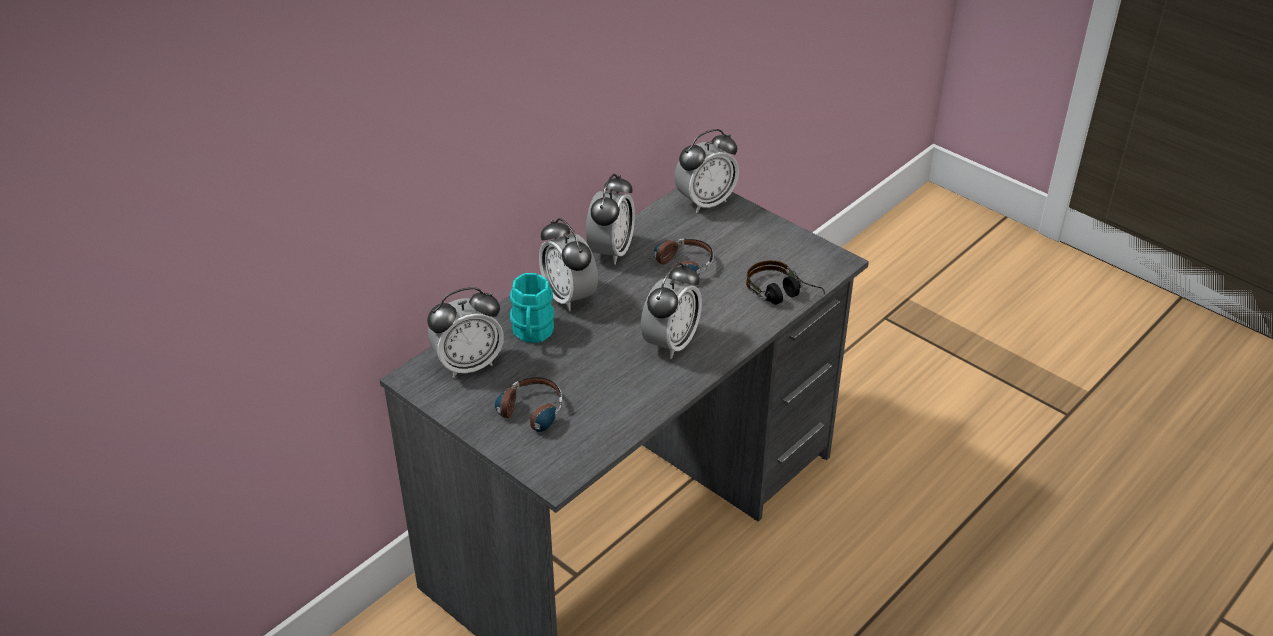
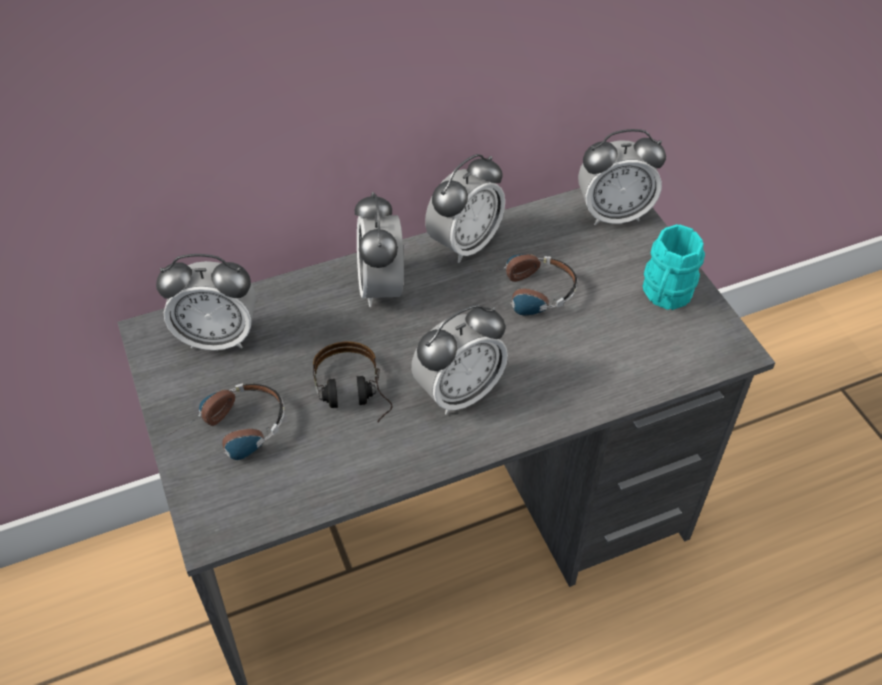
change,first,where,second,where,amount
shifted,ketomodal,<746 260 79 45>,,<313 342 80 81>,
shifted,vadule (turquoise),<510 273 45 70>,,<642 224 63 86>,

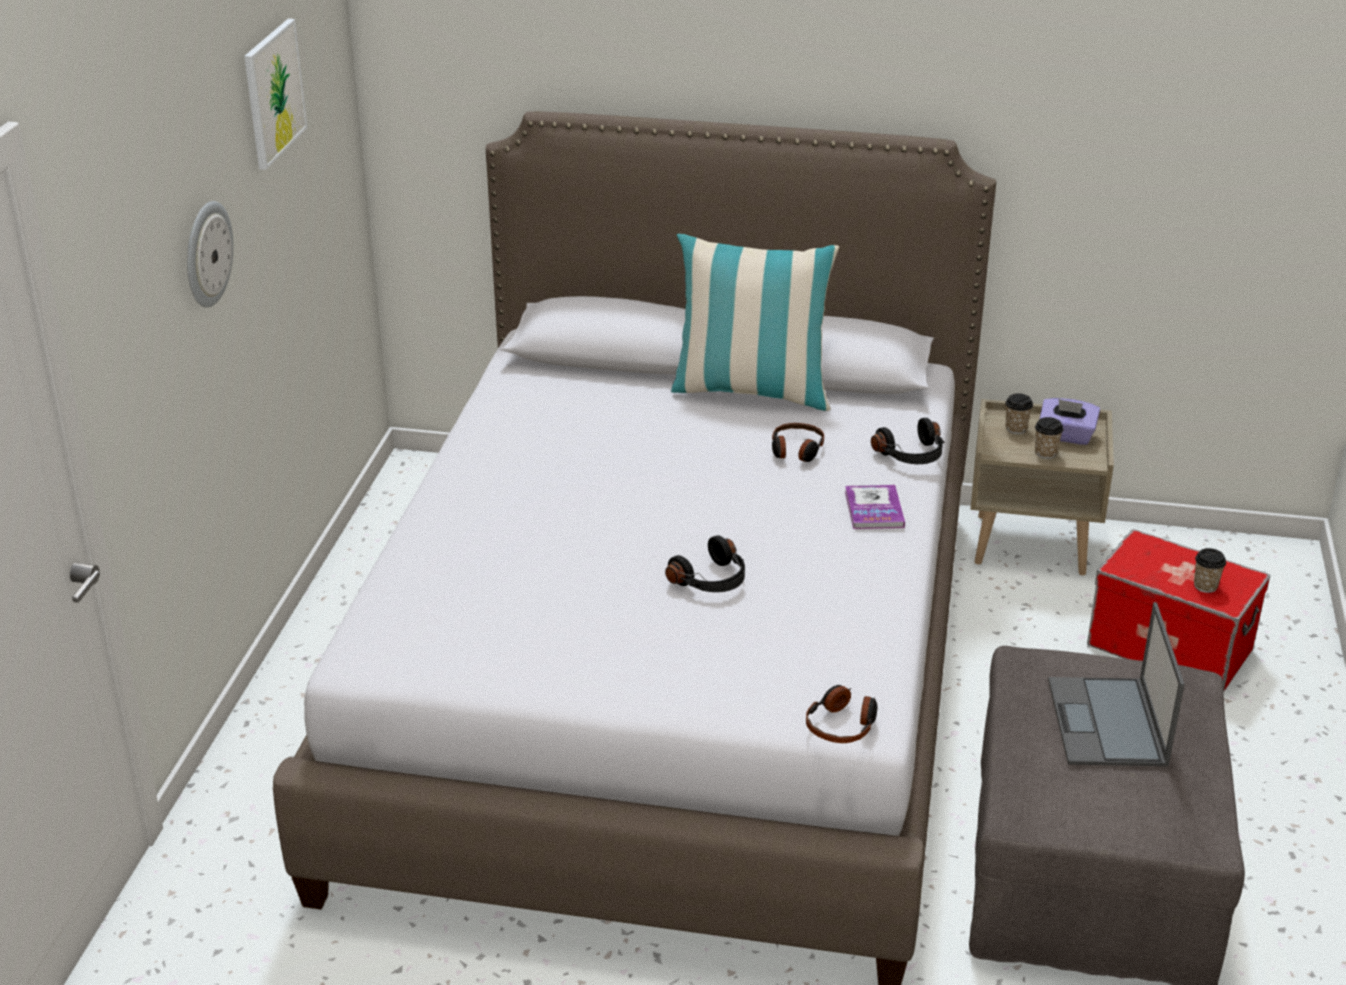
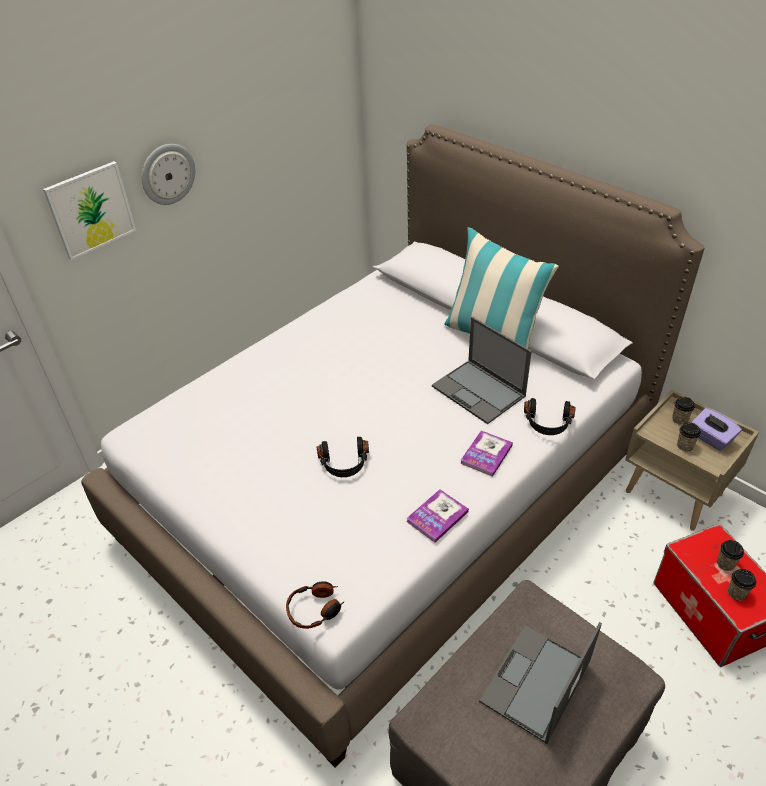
change,first,where,second,where,amount
shifted,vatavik,<244 19 64 151>,,<43 161 94 99>,
new,,,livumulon,<406 489 63 54>,
swapped,ketomodal,<772 423 52 39>,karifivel,<432 317 100 107>,
new,,,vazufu,<717 540 27 31>,

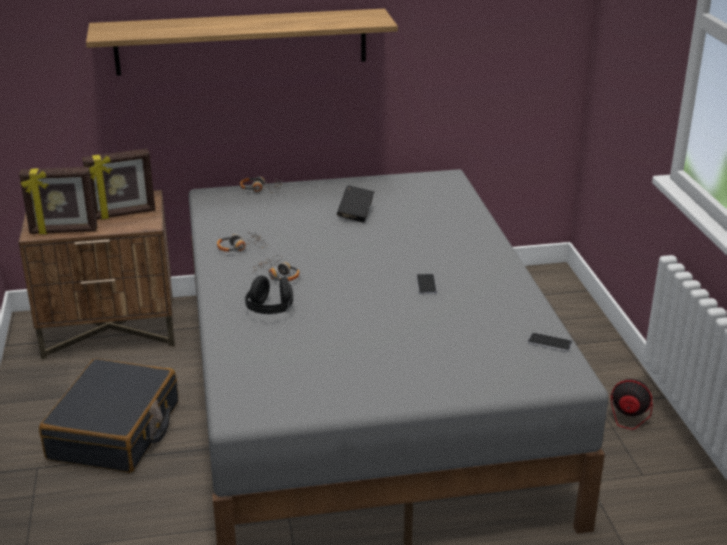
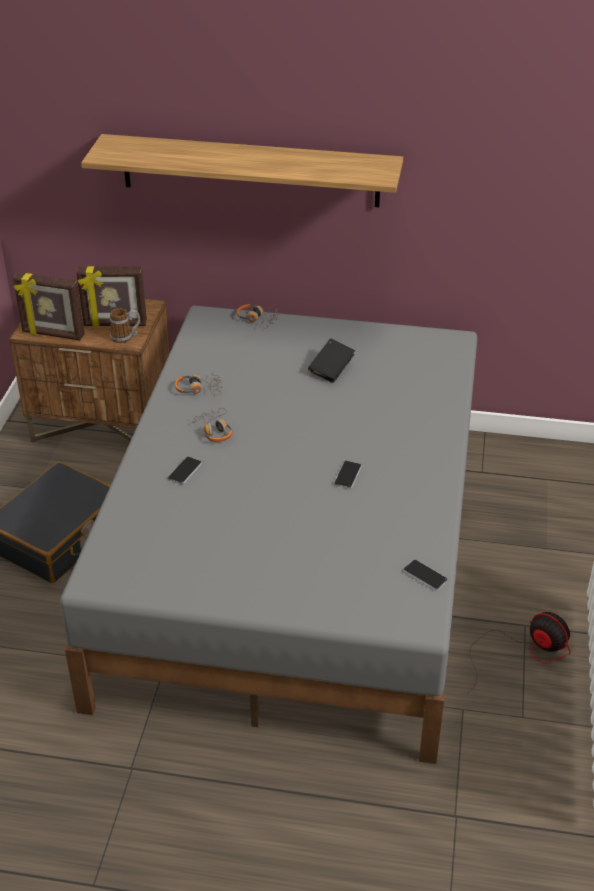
change,first,where,second,where,amount
new,,,vadule,<110 308 30 35>,
swapped,ketomodal (black),<245 275 48 39>,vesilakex,<167 457 35 27>,

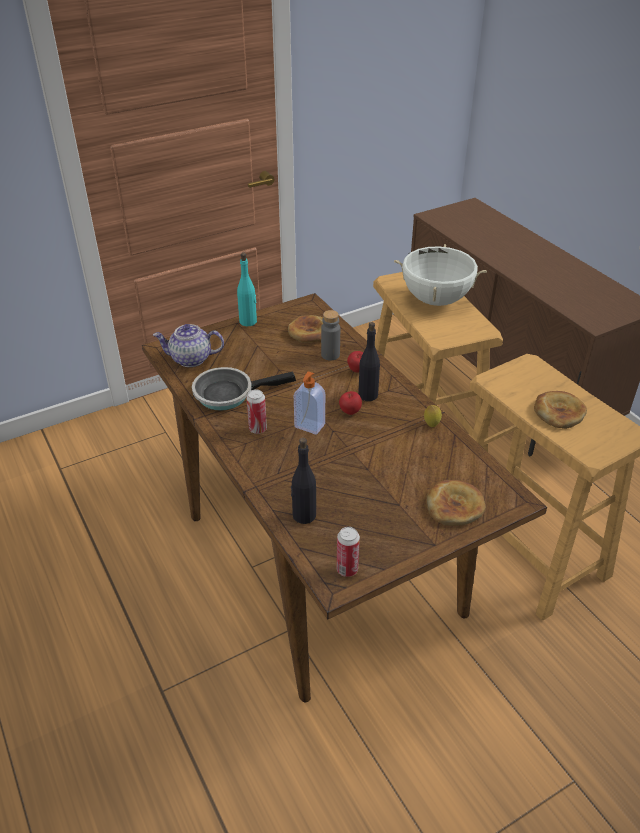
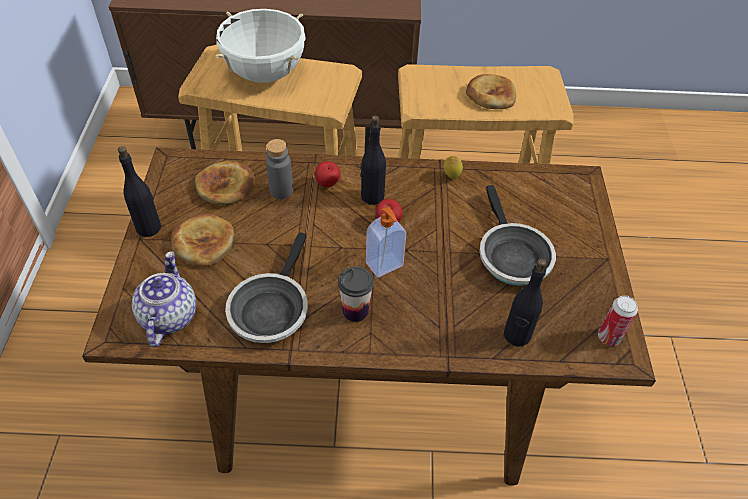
change,first,where,second,where,amount
repainted,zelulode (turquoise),<237 253 20 73>,zelulode (black),<118 146 43 91>,
rotated,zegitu,<153 324 71 43>,,<132 251 64 96>,150 degrees clockwise
shifted,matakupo,<426 480 60 46>,,<171 214 63 53>,
swapped,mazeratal,<247 389 20 45>,vazufu,<338 267 36 55>,
new,,,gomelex,<479 185 77 101>,

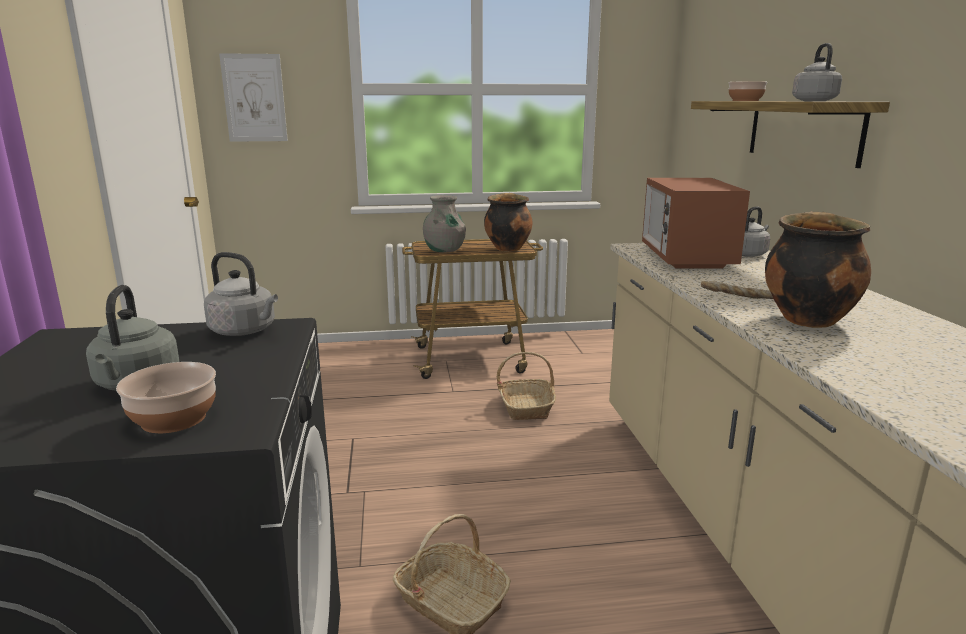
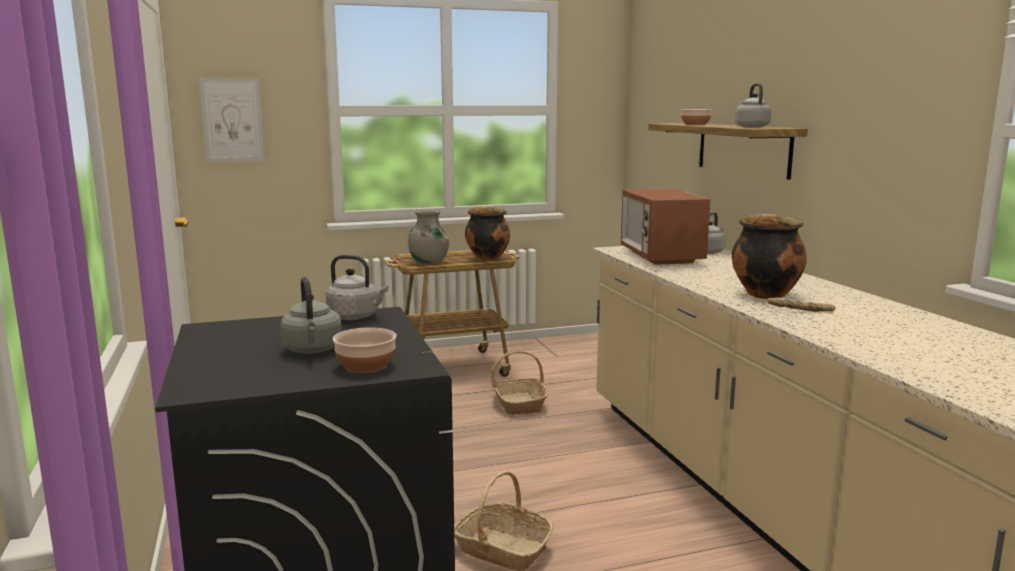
change,first,where,second,where,amount
shifted,matakupo,<701 281 72 18>,,<768 298 68 14>,

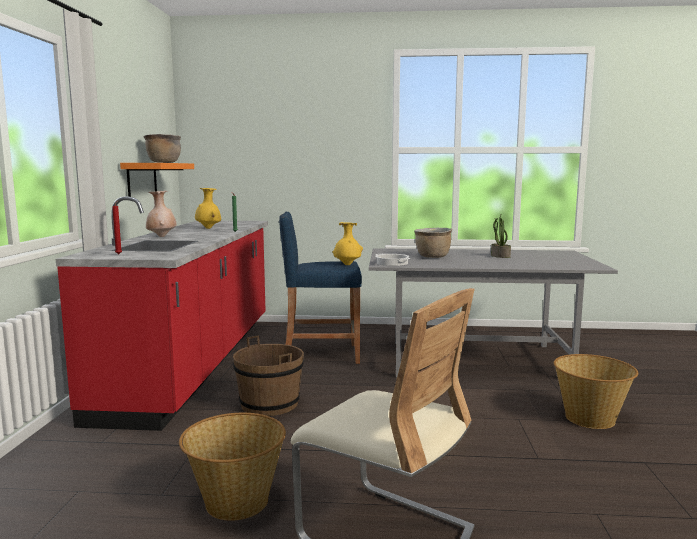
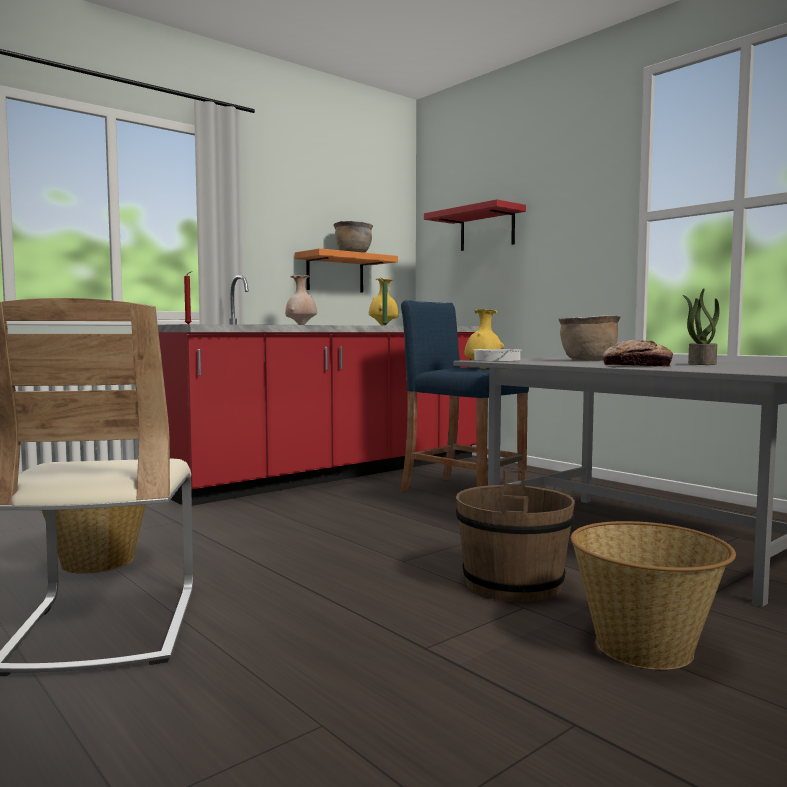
change,first,where,second,where,amount
new,,,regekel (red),<424 199 102 52>,
shifted,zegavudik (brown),<233 336 71 80>,,<456 470 119 132>,
new,,,matakupo,<603 340 70 27>,

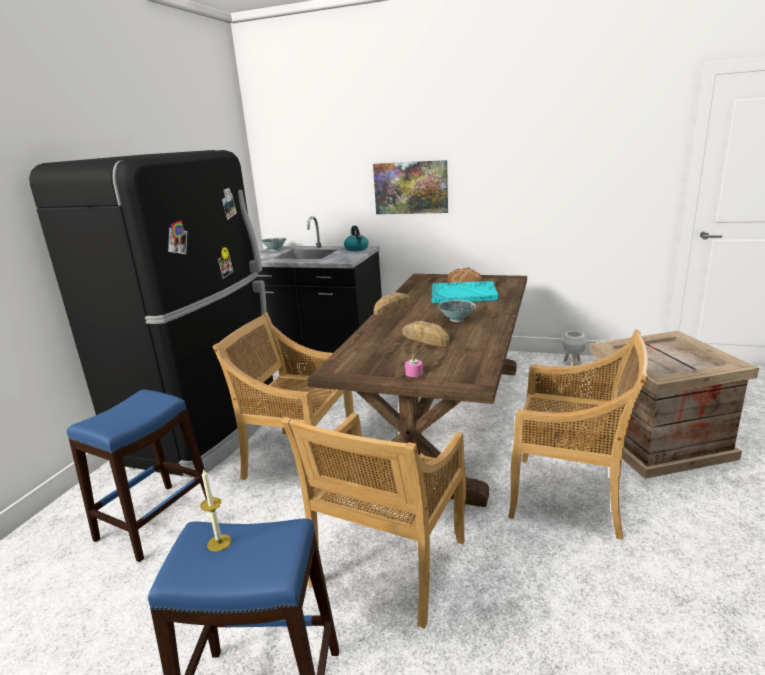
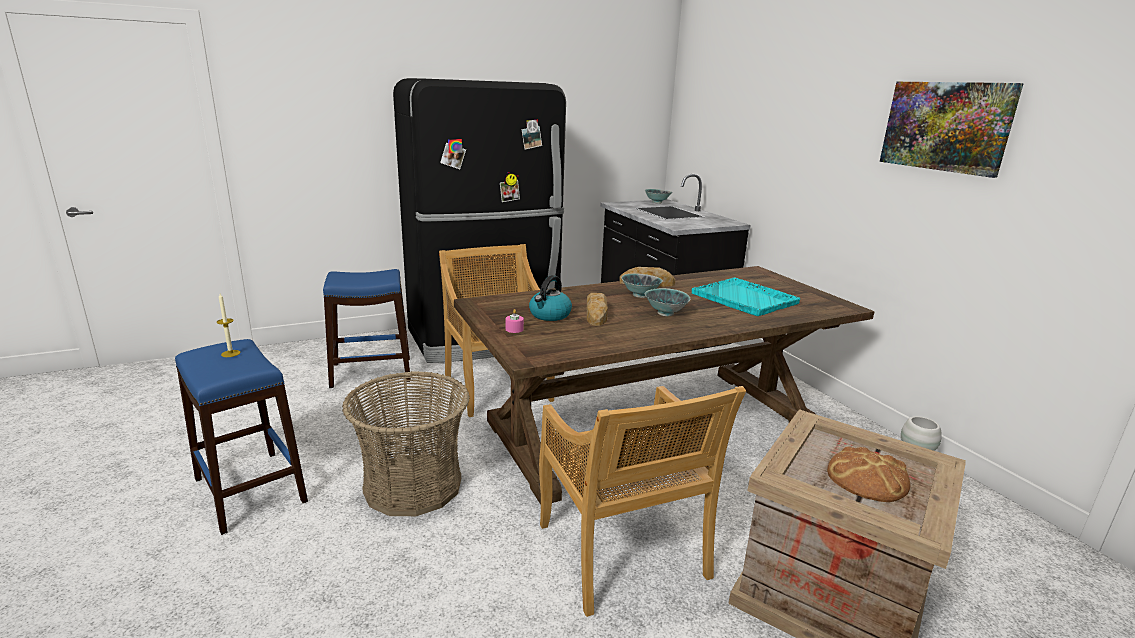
change,first,where,second,where,amount
swapped,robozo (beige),<281 413 185 215>,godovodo,<342 371 128 145>,
shifted,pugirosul,<344 226 25 25>,,<529 275 43 46>,
new,,,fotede,<621 274 42 24>,
shifted,matakupo,<447 267 35 16>,,<827 447 83 55>,
shifted,vatavik,<373 160 75 54>,,<880 82 144 96>,

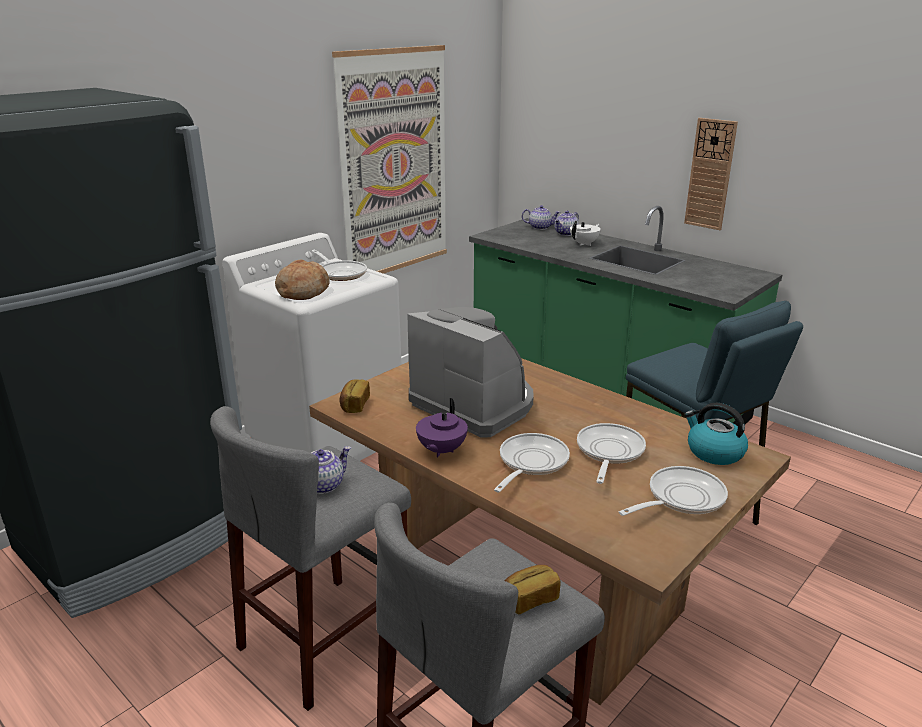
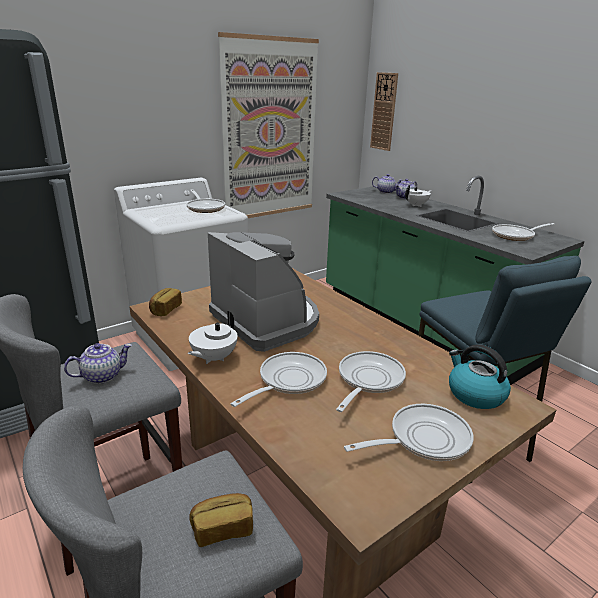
change,first,where,second,where,amount
repainted,zegitu (purple),<416 398 52 59>,zegitu (white),<188 311 50 53>,
shifted,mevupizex,<684 118 54 112>,,<370 72 28 79>,
new,,,gomelex,<492 223 62 18>,
gone,matakupo,<275 259 54 41>,,,

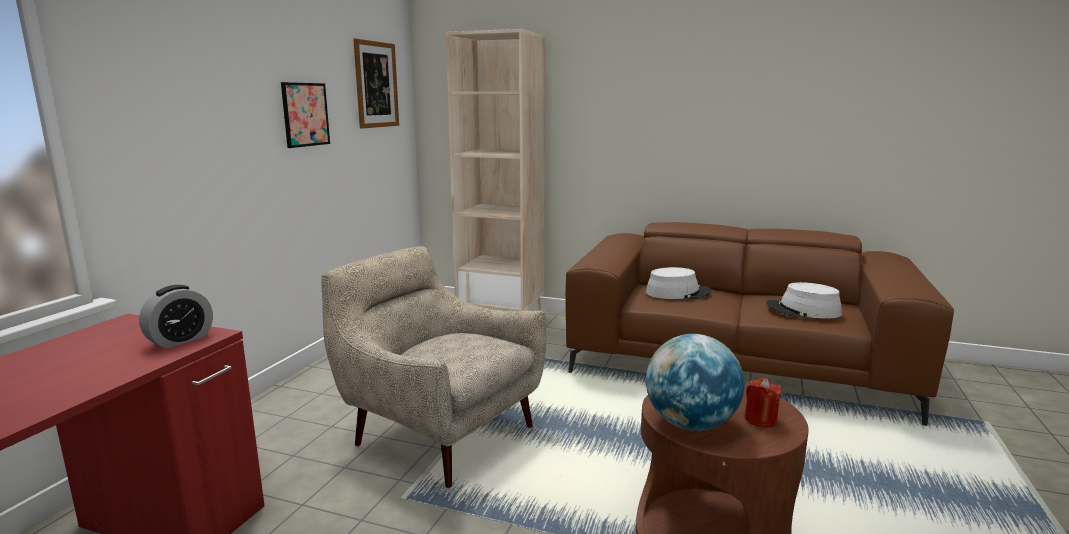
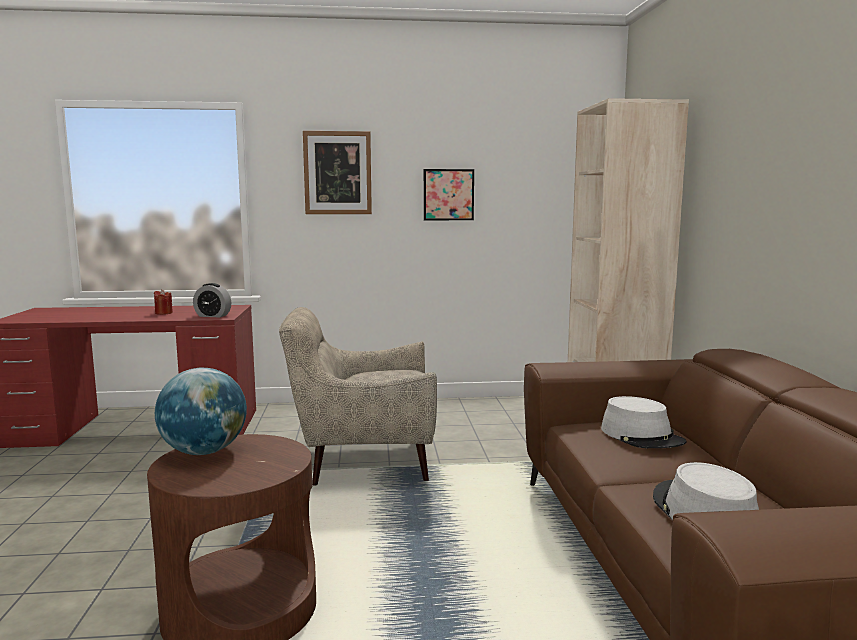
change,first,where,second,where,amount
shifted,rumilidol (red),<744 378 38 50>,,<154 289 19 26>,
rotated,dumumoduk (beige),<321 246 225 242>,,<279 307 158 179>,105 degrees counterclockwise
shifted,vatavik,<353 38 46 91>,,<303 131 69 83>,

